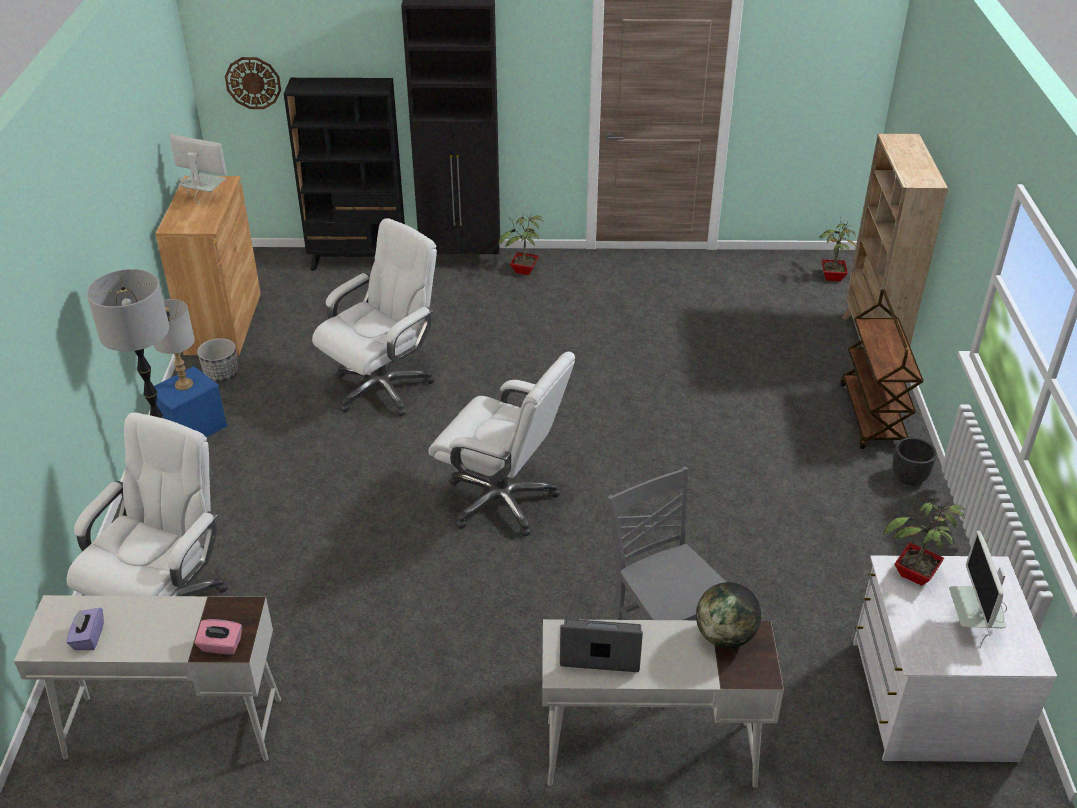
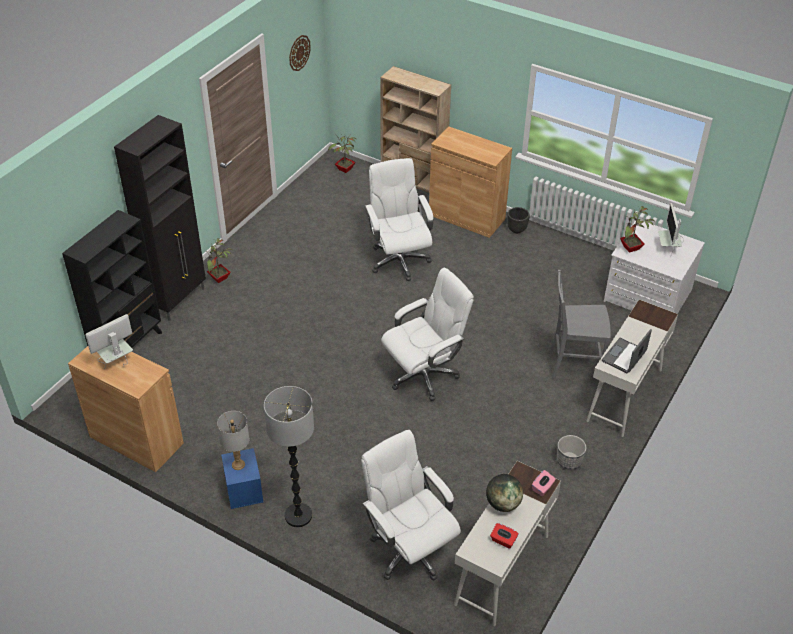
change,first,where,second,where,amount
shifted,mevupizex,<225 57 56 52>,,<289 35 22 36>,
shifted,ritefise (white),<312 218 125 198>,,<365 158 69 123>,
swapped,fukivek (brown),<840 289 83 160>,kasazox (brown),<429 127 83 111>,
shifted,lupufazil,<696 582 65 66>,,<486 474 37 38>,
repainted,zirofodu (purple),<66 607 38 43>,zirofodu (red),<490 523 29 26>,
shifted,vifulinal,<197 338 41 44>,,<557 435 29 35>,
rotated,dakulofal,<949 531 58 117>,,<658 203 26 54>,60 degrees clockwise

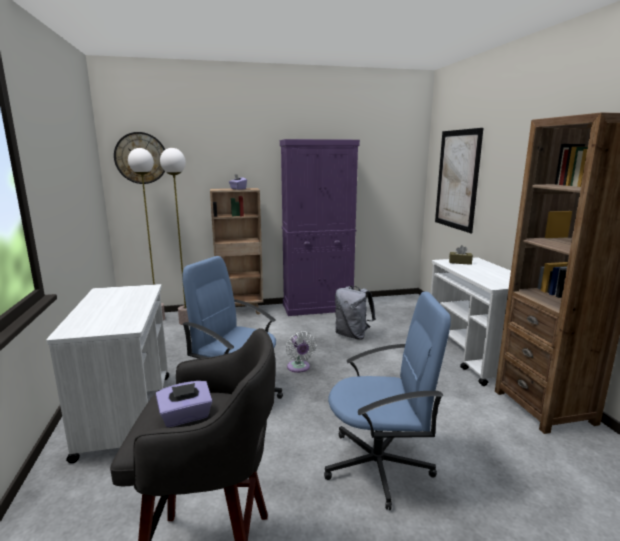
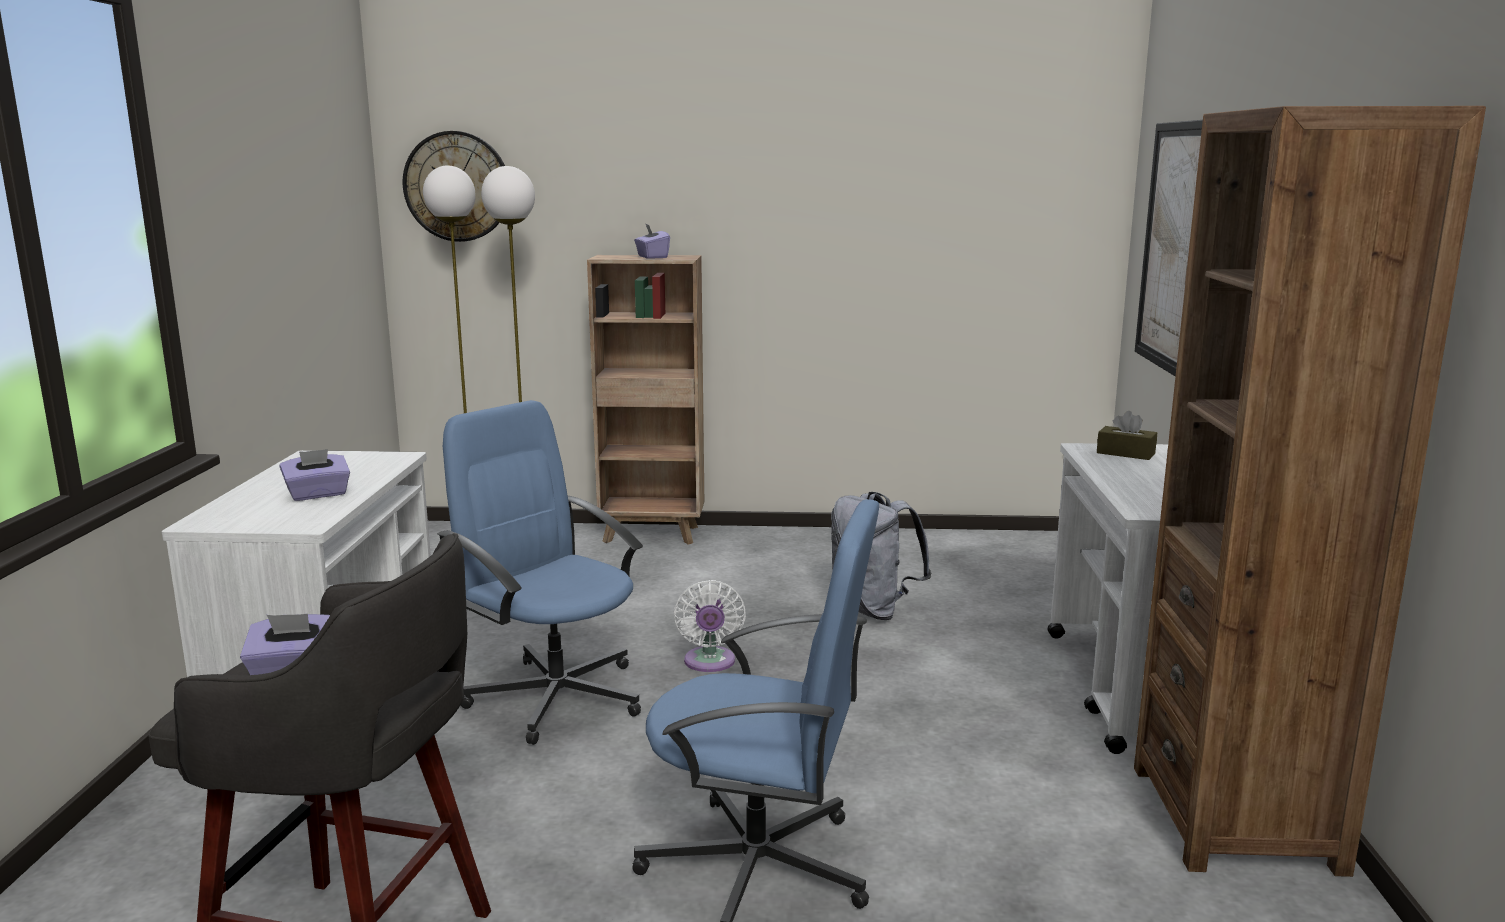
change,first,where,second,where,amount
new,,,zirofodu (purple),<280 449 70 52>,
gone,kasazox (purple),<280 139 80 177>,,,

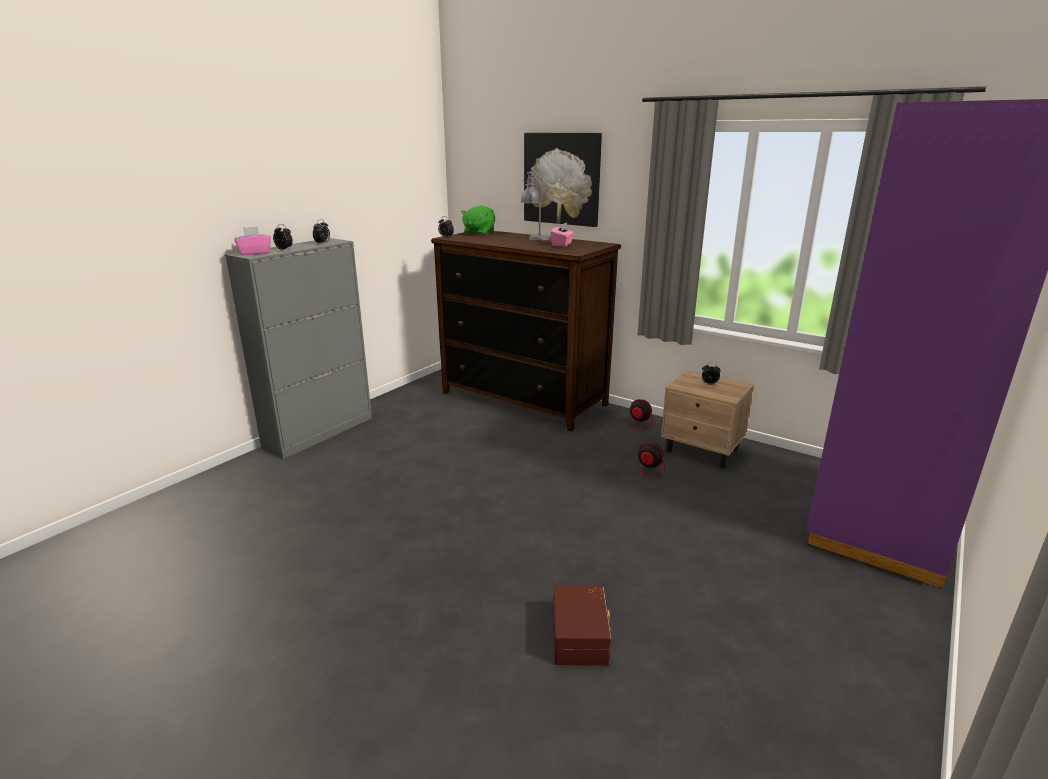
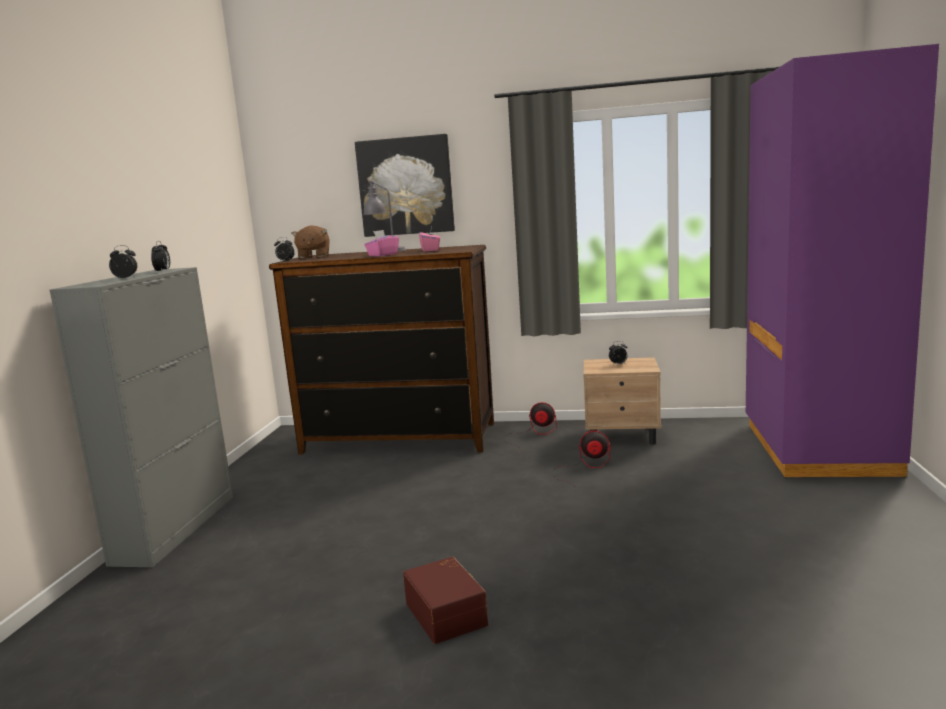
change,first,where,second,where,amount
repainted,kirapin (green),<461 206 34 29>,kirapin (brown),<291 225 38 33>,
shifted,zirofodu (pink),<235 226 36 29>,,<364 230 35 26>,
shifted,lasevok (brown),<553 585 59 81>,,<403 557 85 87>,

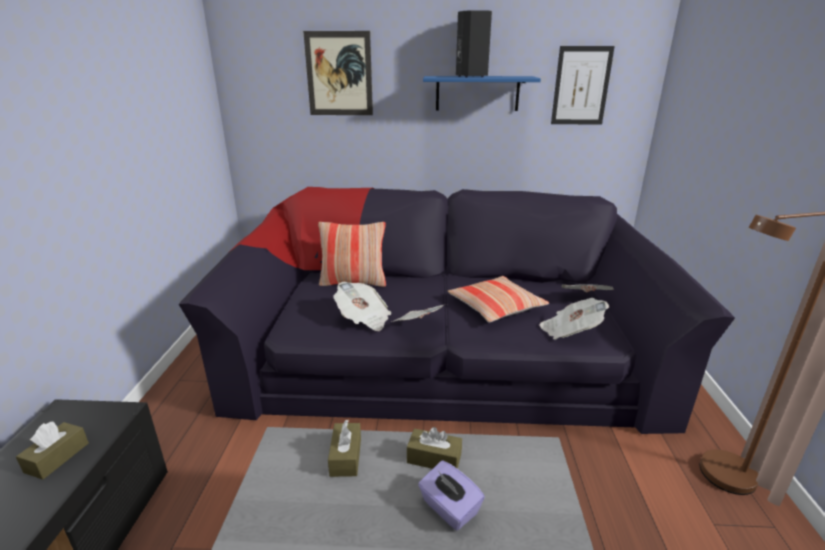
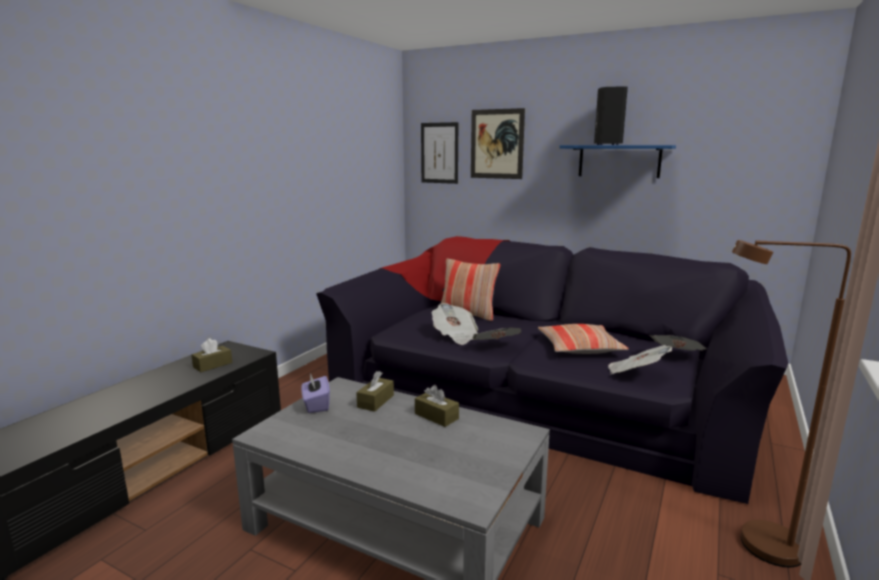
change,first,where,second,where,amount
shifted,zirofodu (purple),<418 461 67 70>,,<301 373 29 40>,
shifted,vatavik,<551 46 64 79>,,<421 122 37 62>,

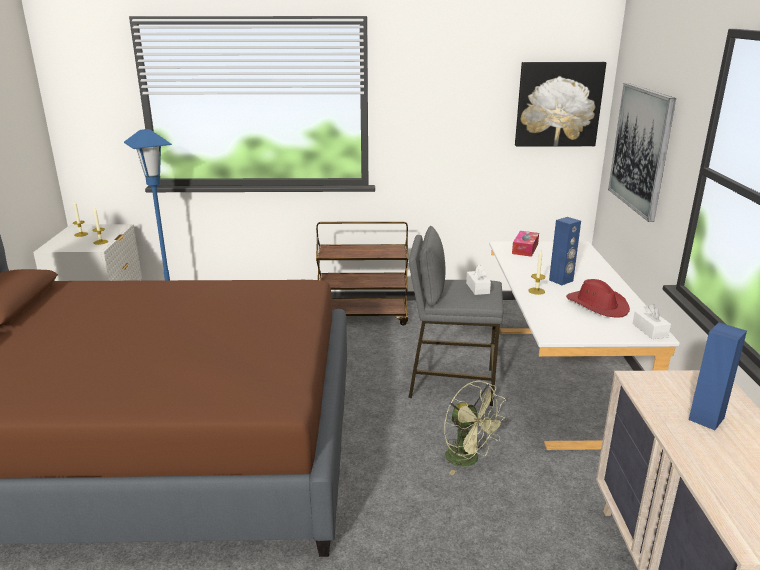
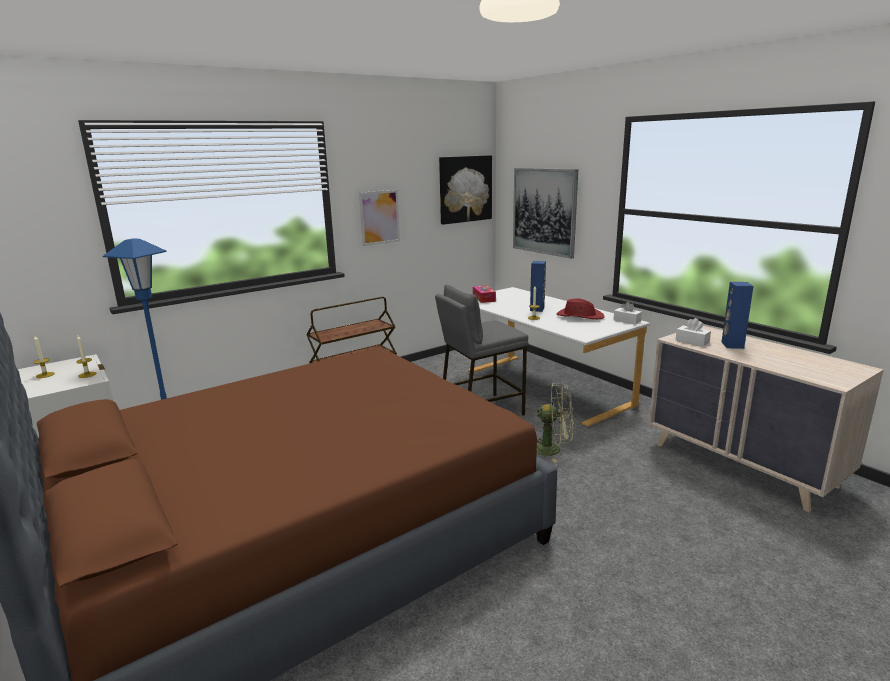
change,first,where,second,where,amount
new,,,vatavik,<359 190 41 56>,
shifted,zirofodu (white),<466 265 25 30>,,<676 318 35 28>,

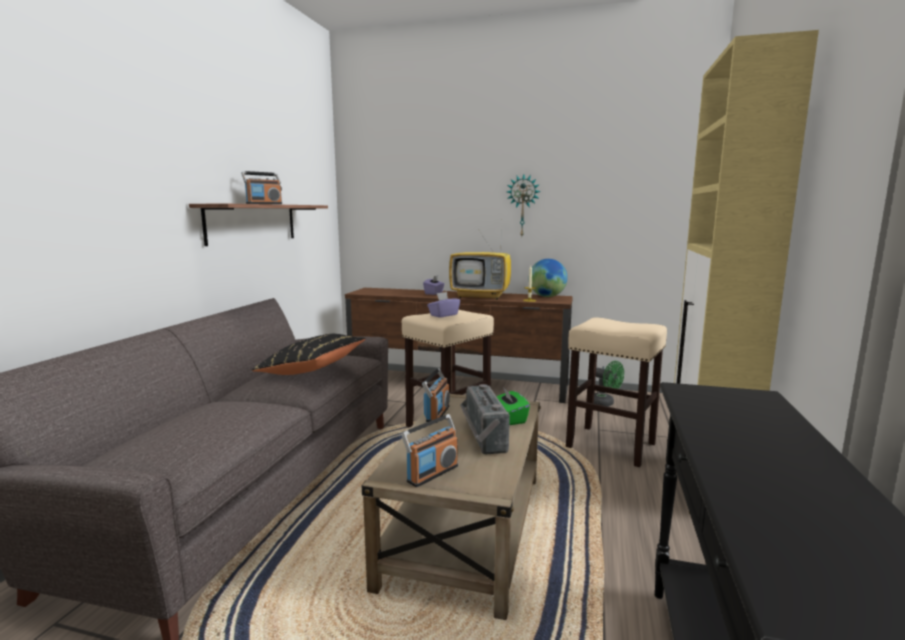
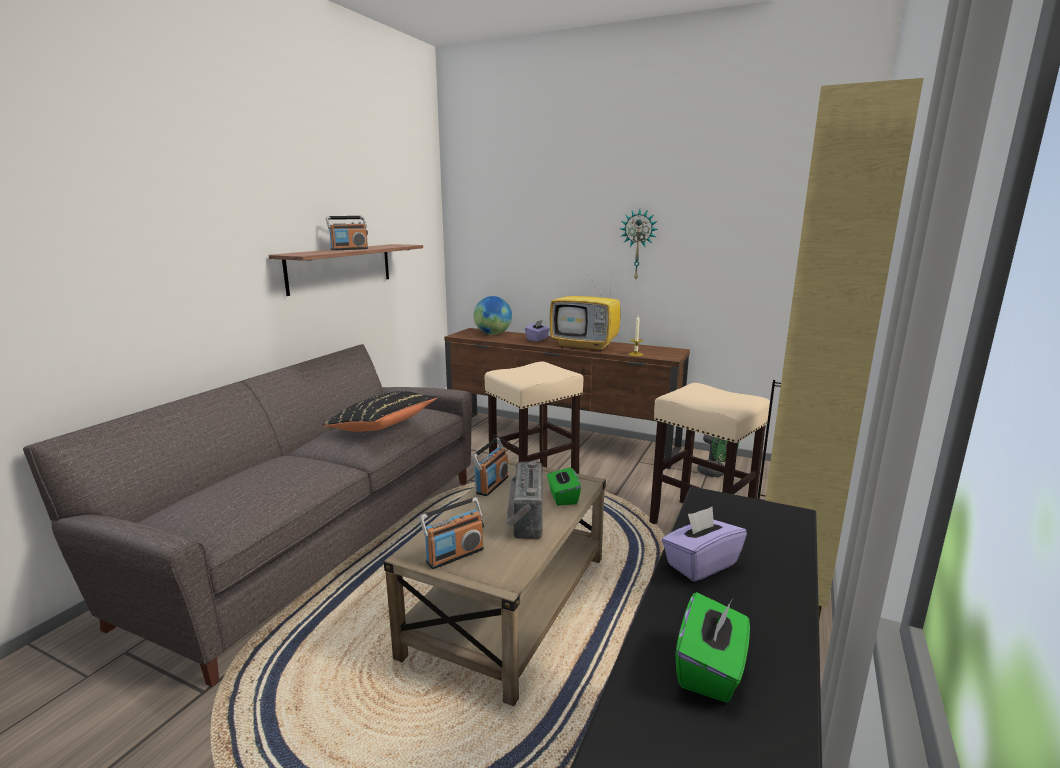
change,first,where,second,where,amount
shifted,lupufazil,<532 259 36 38>,,<474 296 38 39>,
shifted,zirofodu (purple),<427 292 33 26>,,<662 507 85 75>,
new,,,zirofodu (green),<675 592 75 110>,

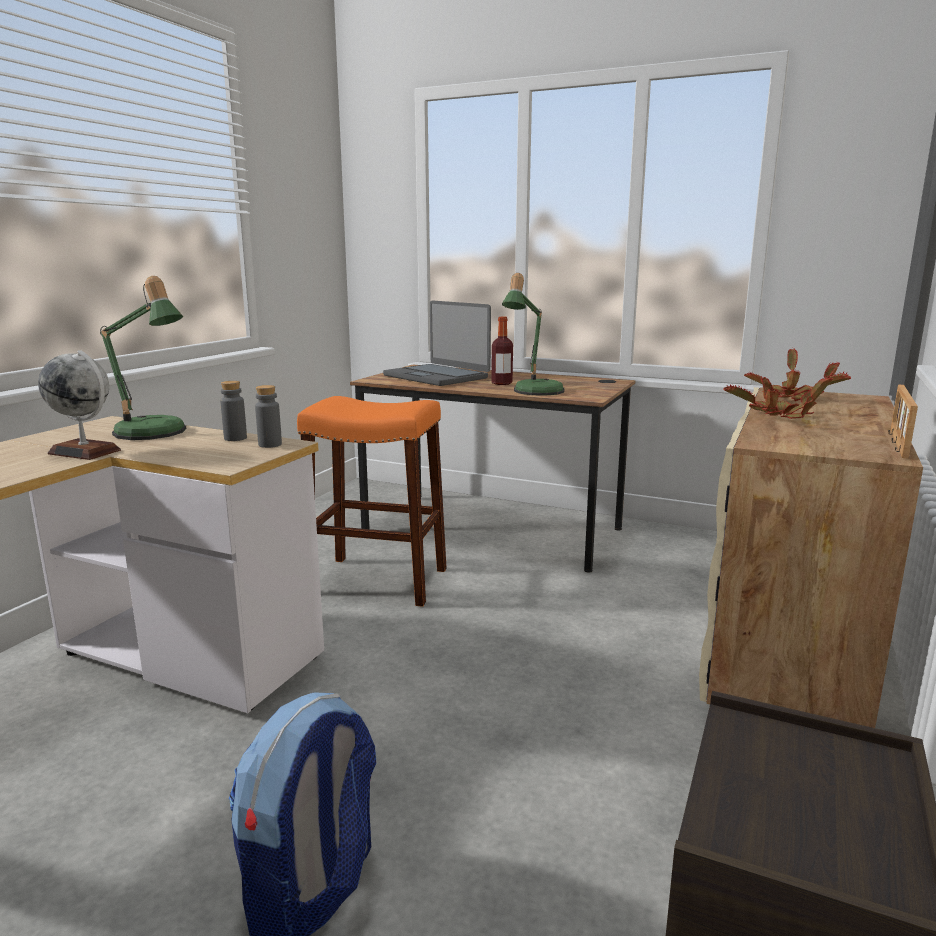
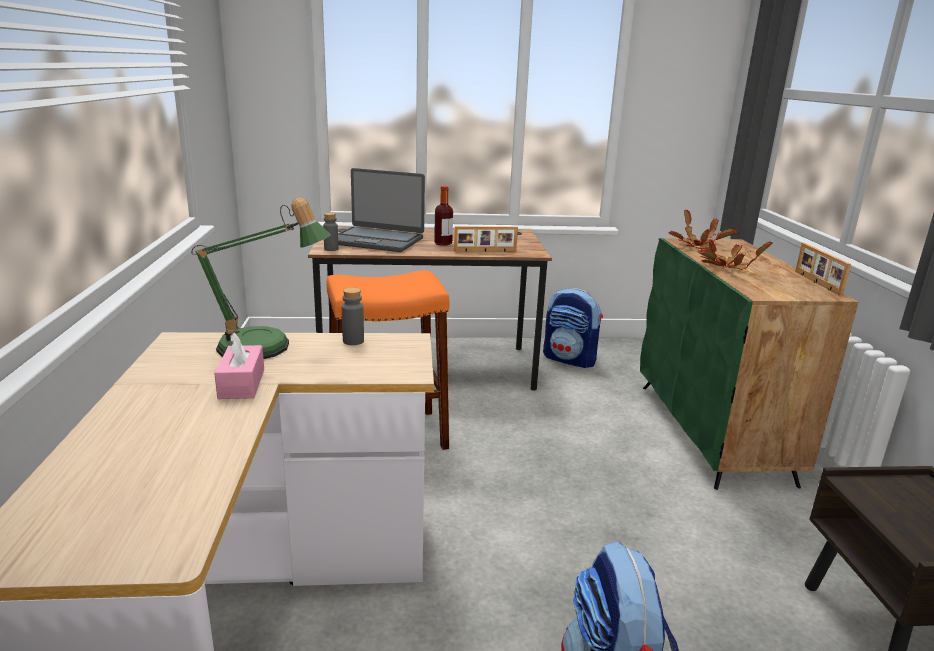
change,first,where,second,where,amount
swapped,lupufazil,<38 350 83 110>,zirofodu (pink),<214 333 50 66>,
shifted,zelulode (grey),<255 385 27 63>,,<323 213 15 38>,
swapped,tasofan,<502 273 62 123>,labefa,<454 226 64 26>,
new,,,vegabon,<543 288 60 80>,
repainted,kasazox (beige),<699 387 224 341>,kasazox (green),<640 238 218 252>,

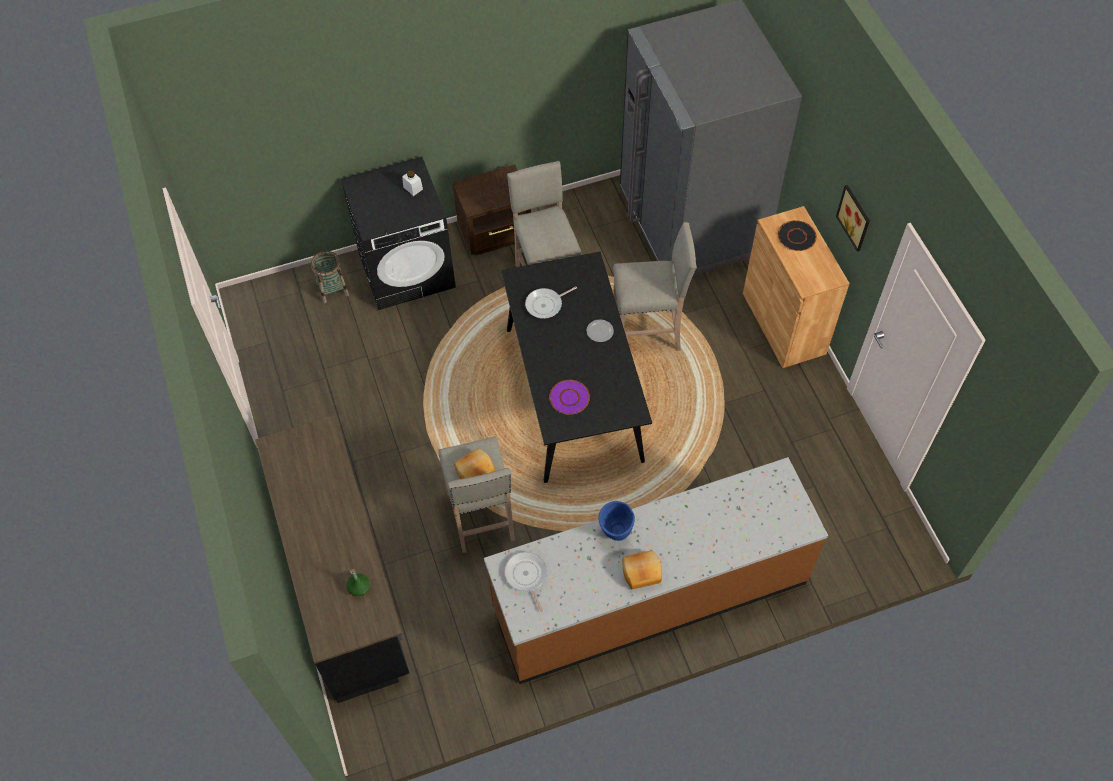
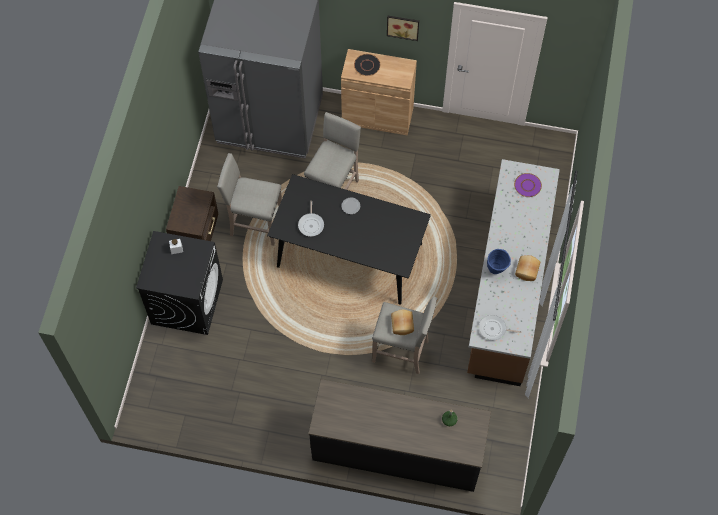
change,first,where,second,where,amount
shifted,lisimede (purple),<549 380 41 35>,,<514 173 28 24>,
gone,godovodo,<311 251 38 52>,,,

